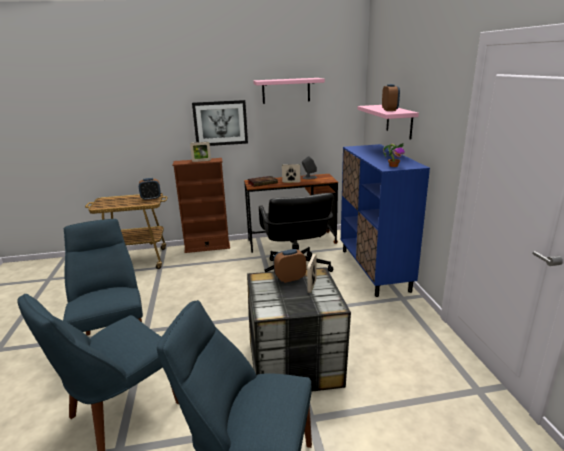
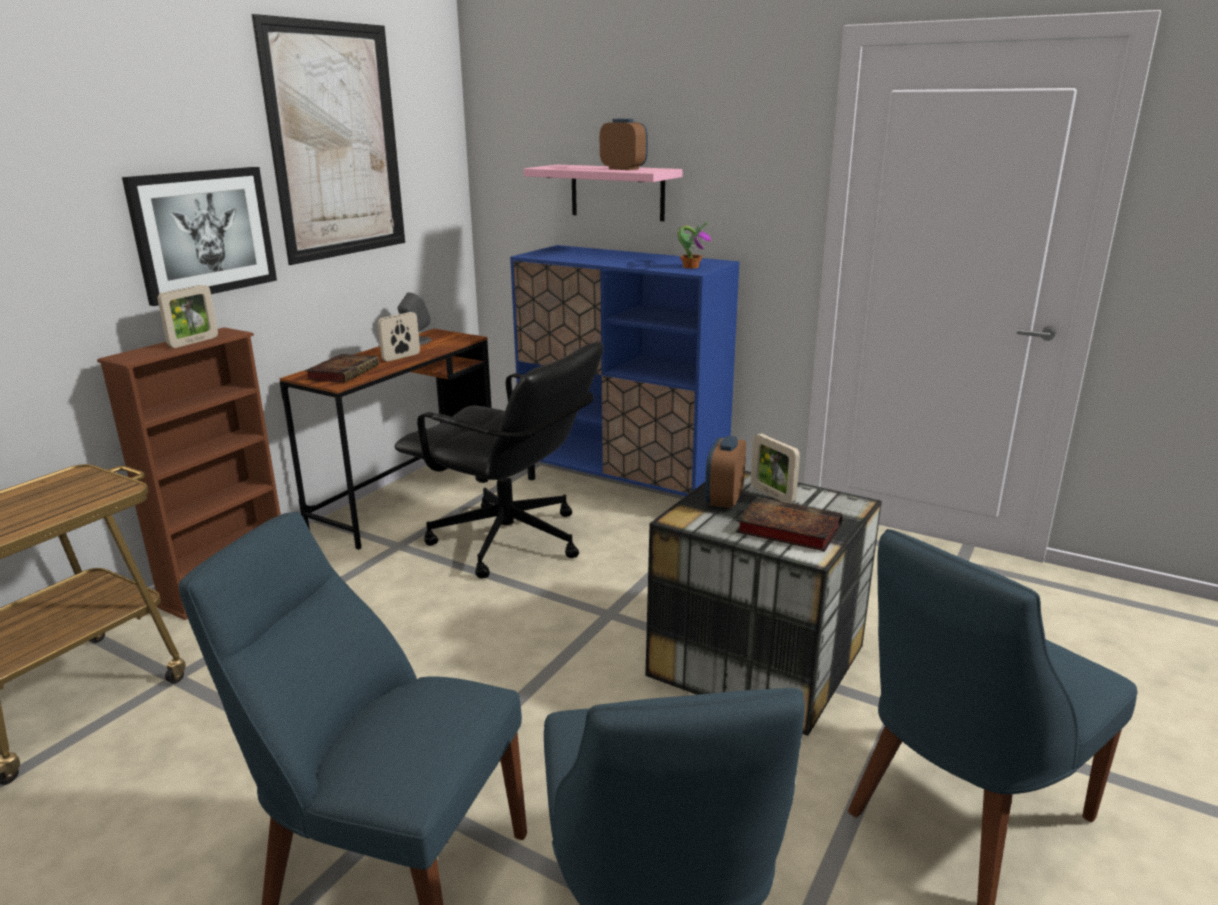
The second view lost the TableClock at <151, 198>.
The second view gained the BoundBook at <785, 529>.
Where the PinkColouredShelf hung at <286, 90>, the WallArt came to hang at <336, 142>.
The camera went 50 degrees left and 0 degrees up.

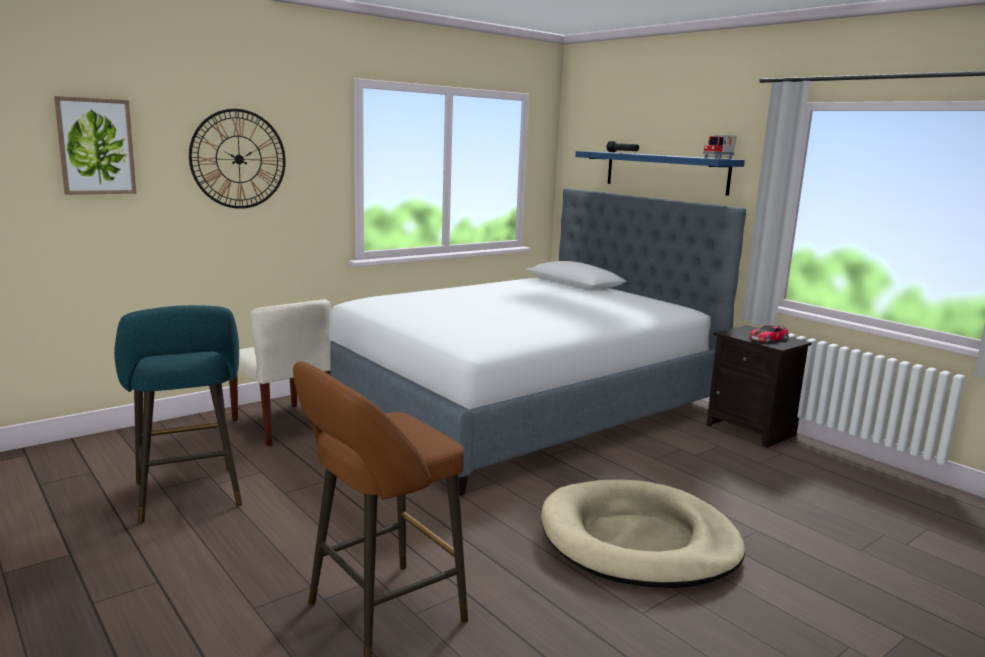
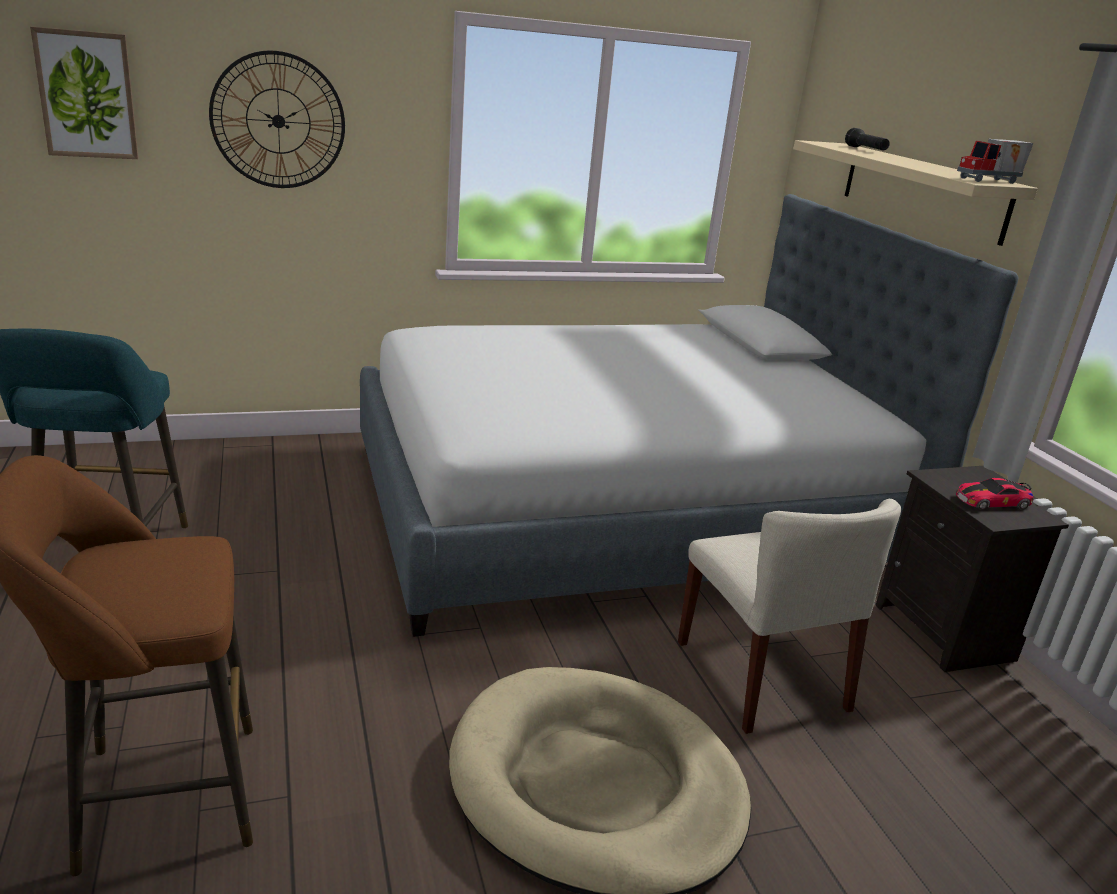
The BeigeColouredPlainChair ended up elsewhere, having gone from <283, 424> to <762, 676>.
What was the BlueColouredShelf at <665, 172> turned into the BeigeColouredShelf at <921, 190>.
The camera went 20 degrees right and 10 degrees up.

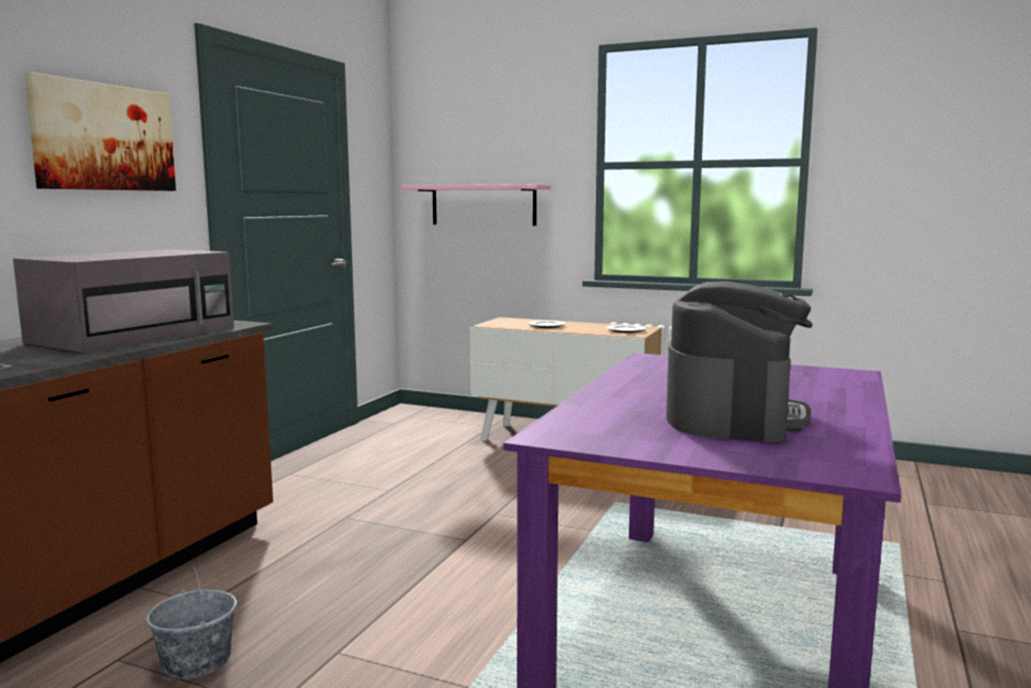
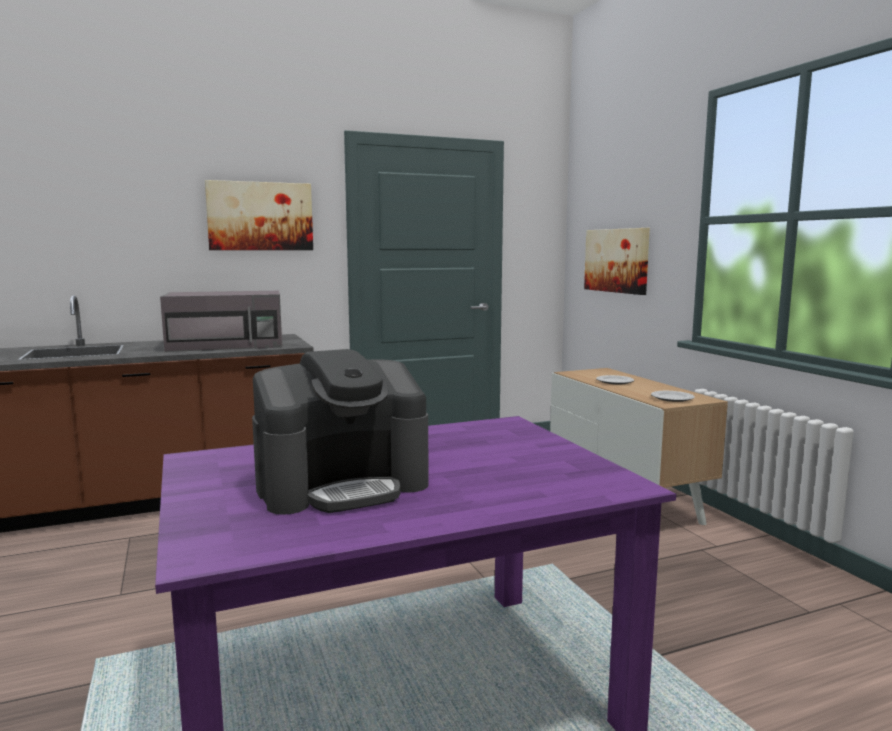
The second view lost the GreyBucket at <196, 661>.
Where the PinkColouredShelf hung at <483, 205>, the WallArt came to hang at <617, 260>.
The camera went 45 degrees right and 0 degrees up.

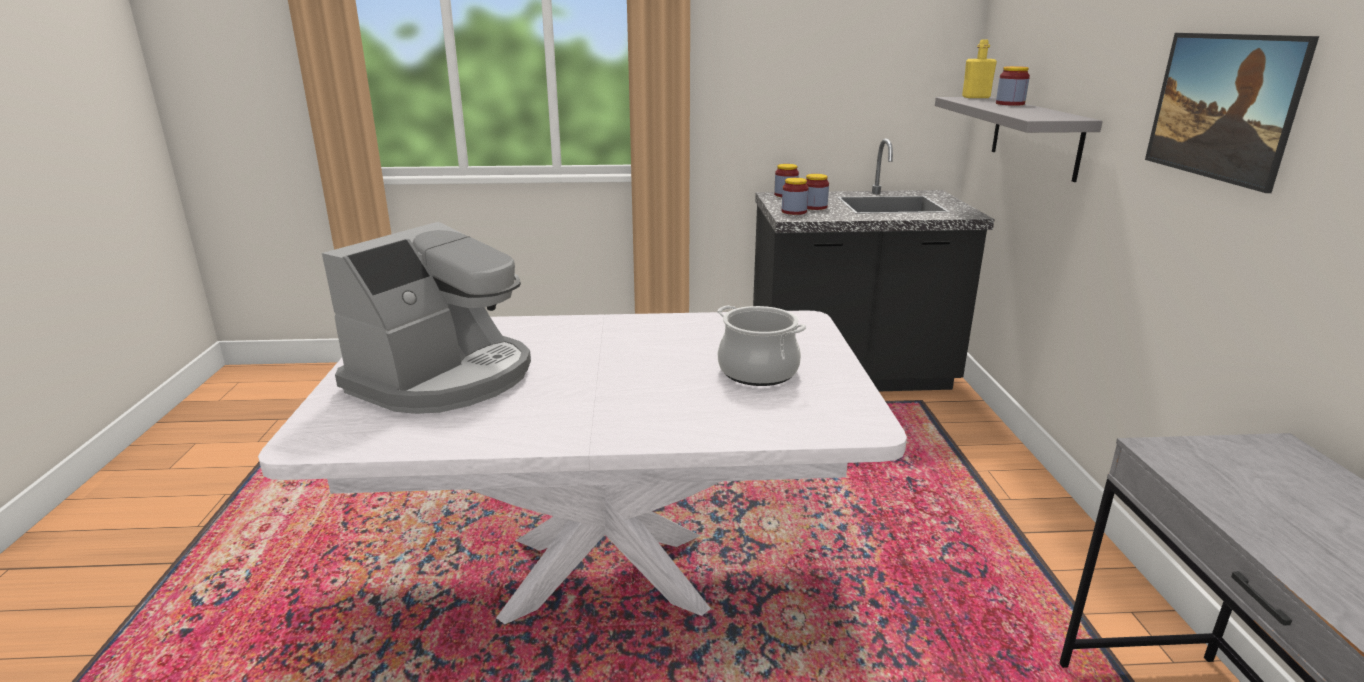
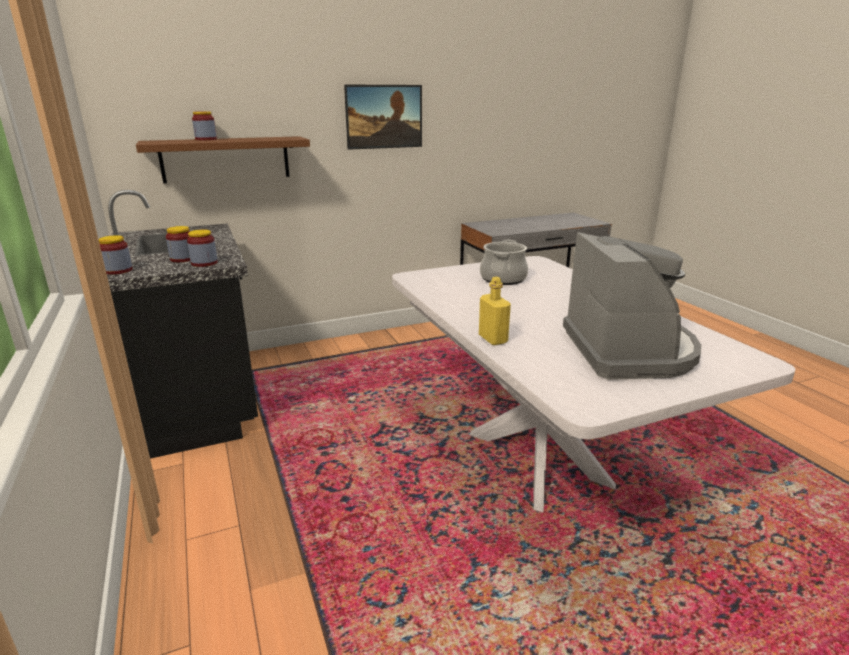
The YellowDrinkBottle ended up elsewhere, having gone from <976, 97> to <493, 339>.
What was the GreyShelf at <1035, 136> turned into the BrownShelf at <226, 159>.
The CoffeeMachine at <444, 377> ended up facing another way, 75 degrees clockwise from before.
The camera went 110 degrees left and 0 degrees up.

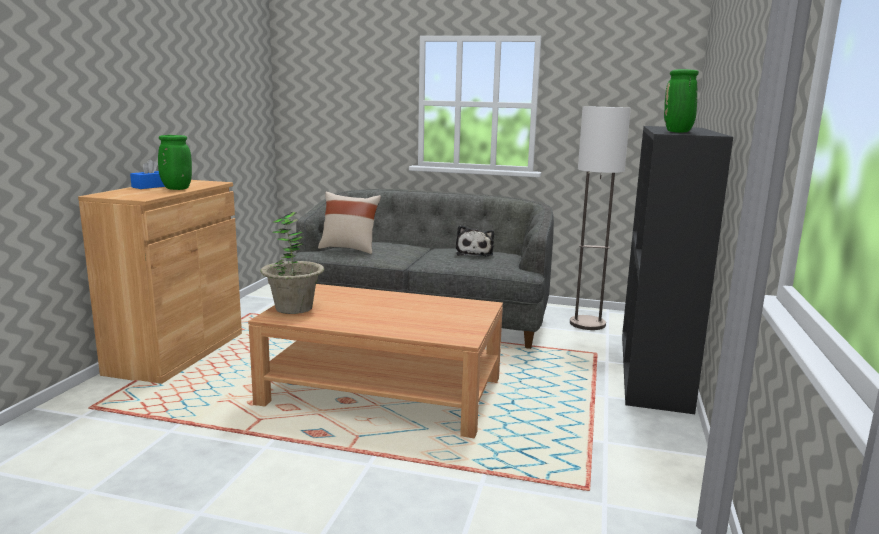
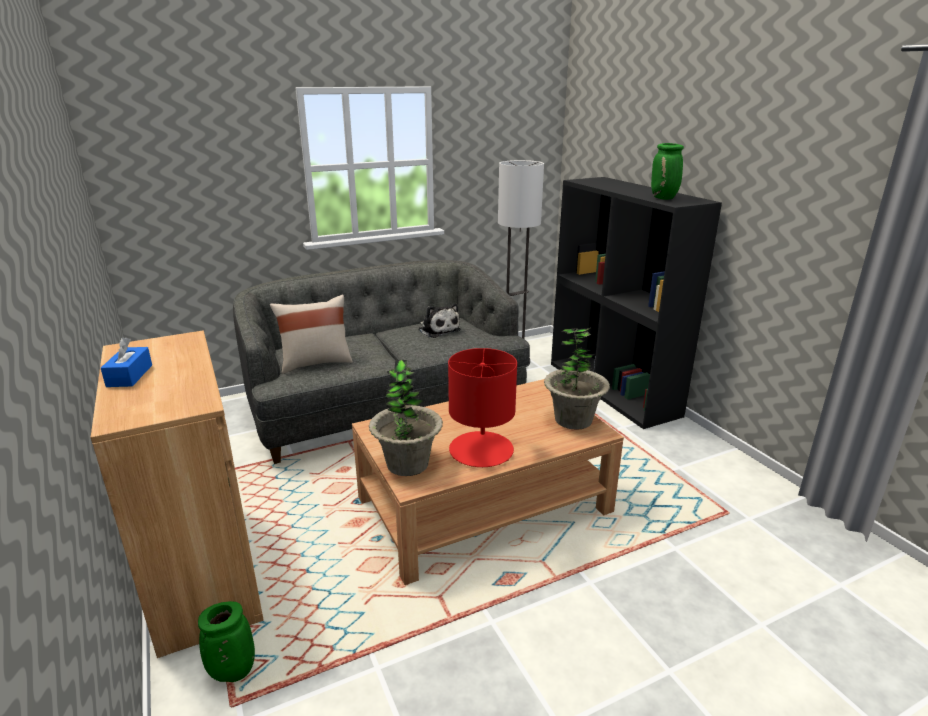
The second view gained the ReddishTabletopLamp at <481, 450>.
The second view gained the PottedPlant at <573, 420>.
The GreenishDecorativeVase ended up elsewhere, having gone from <176, 189> to <232, 673>.
The camera went 40 degrees left and 10 degrees up.

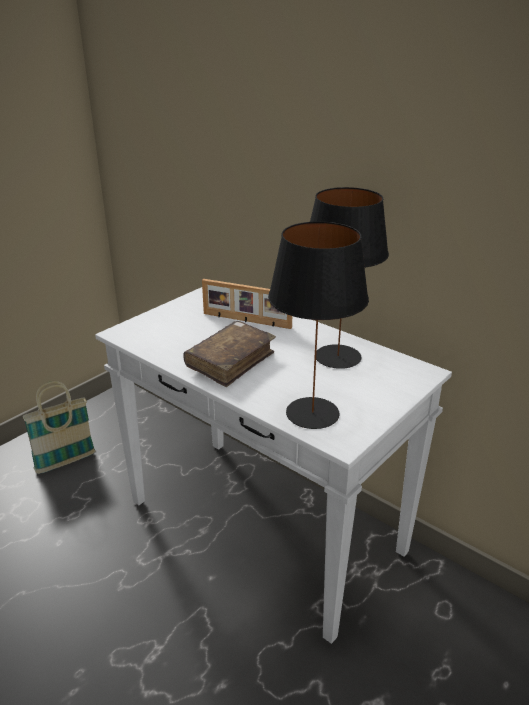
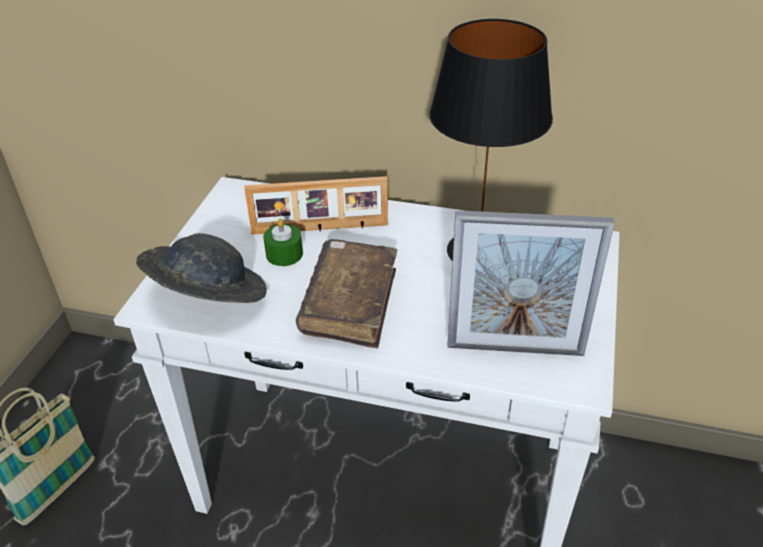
The second view gained the GreyWearableHat at <207, 297>.
The second view gained the GreenishWaxLight at <284, 254>.
Where the BlackTabletopLamp stood at <313, 413>, the PhotoFrame came to stand at <515, 349>.
The camera went 25 degrees left and 10 degrees up.

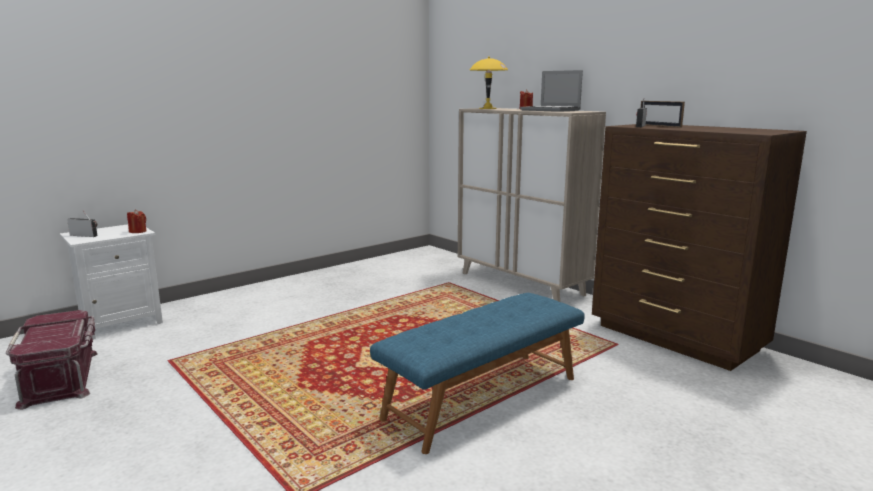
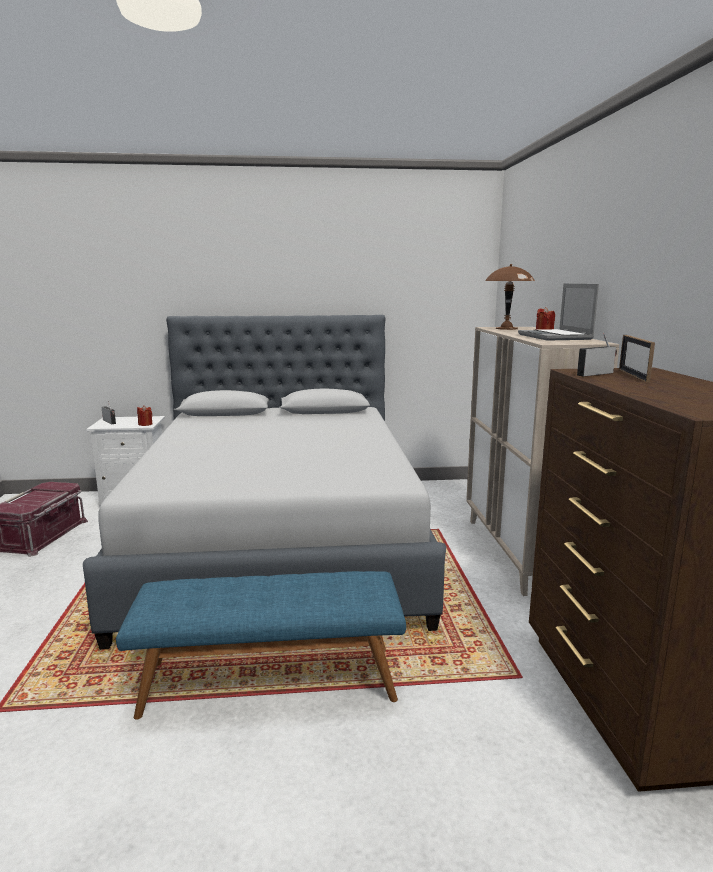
The second view gained the GreySleepingBed at <280, 543>.
What was the YellowTabletopLamp at <487, 108> turned into the BrownTabletopLamp at <506, 328>.
The camera went 35 degrees right and 0 degrees up.

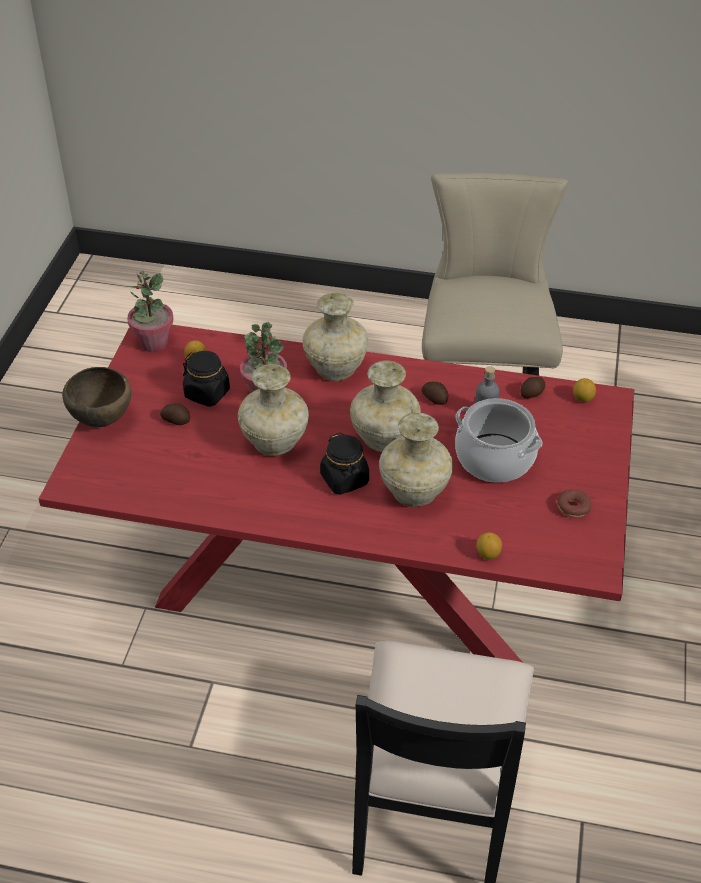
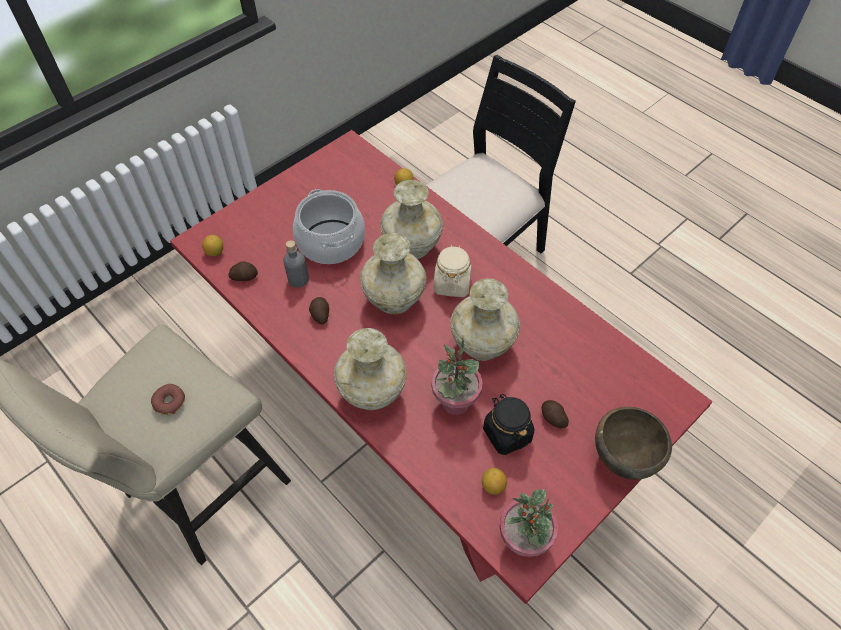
The RingDoughnut ended up elsewhere, having gone from <573, 507> to <170, 402>.
What was the BlackJar at <344, 479> turned into the BeigeColouredJar at <452, 283>.
The camera went 145 degrees left and 10 degrees up.

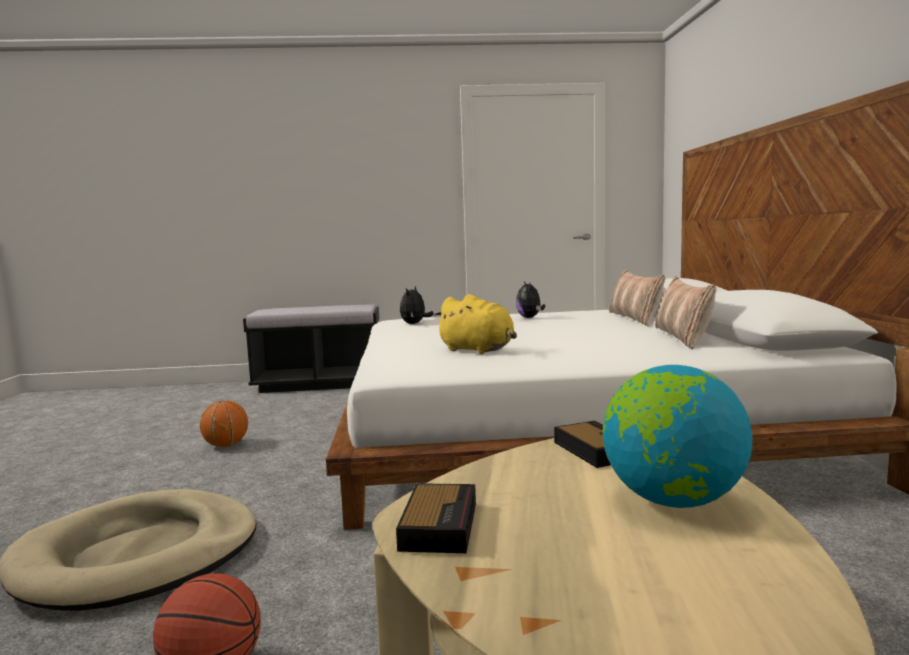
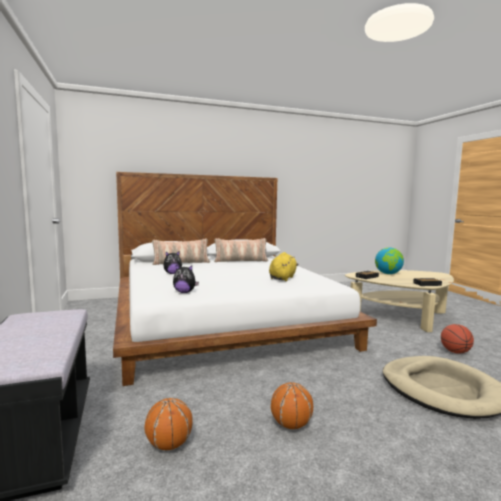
The second view gained the BasketballBall at <169, 445>.
The camera went 105 degrees left and 0 degrees up.

